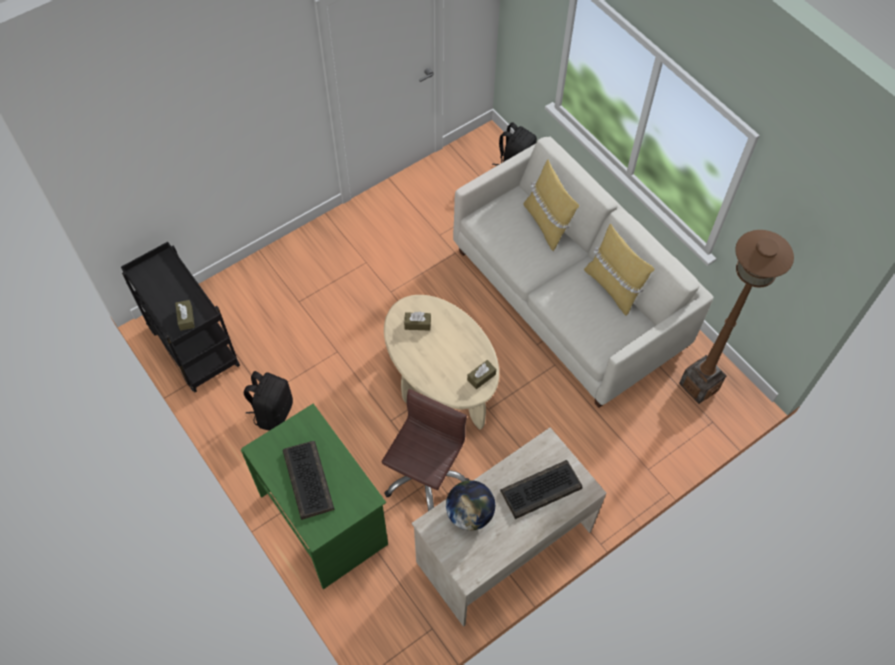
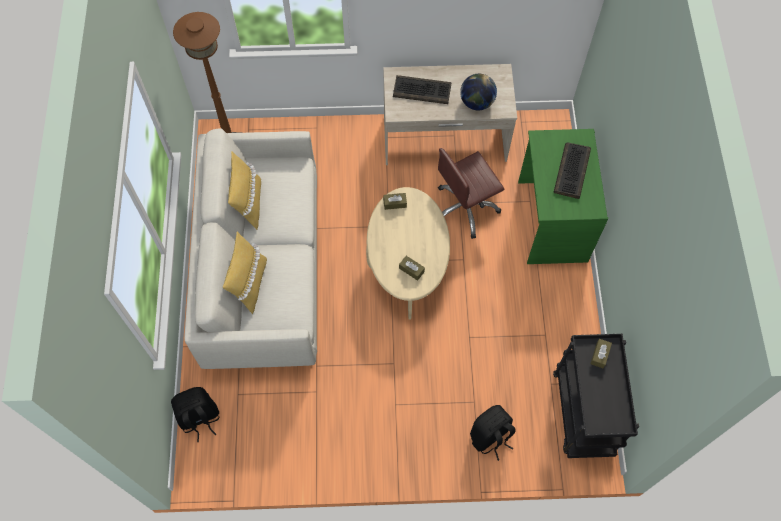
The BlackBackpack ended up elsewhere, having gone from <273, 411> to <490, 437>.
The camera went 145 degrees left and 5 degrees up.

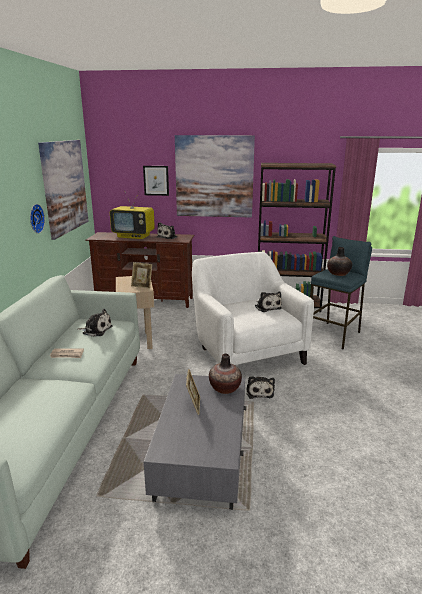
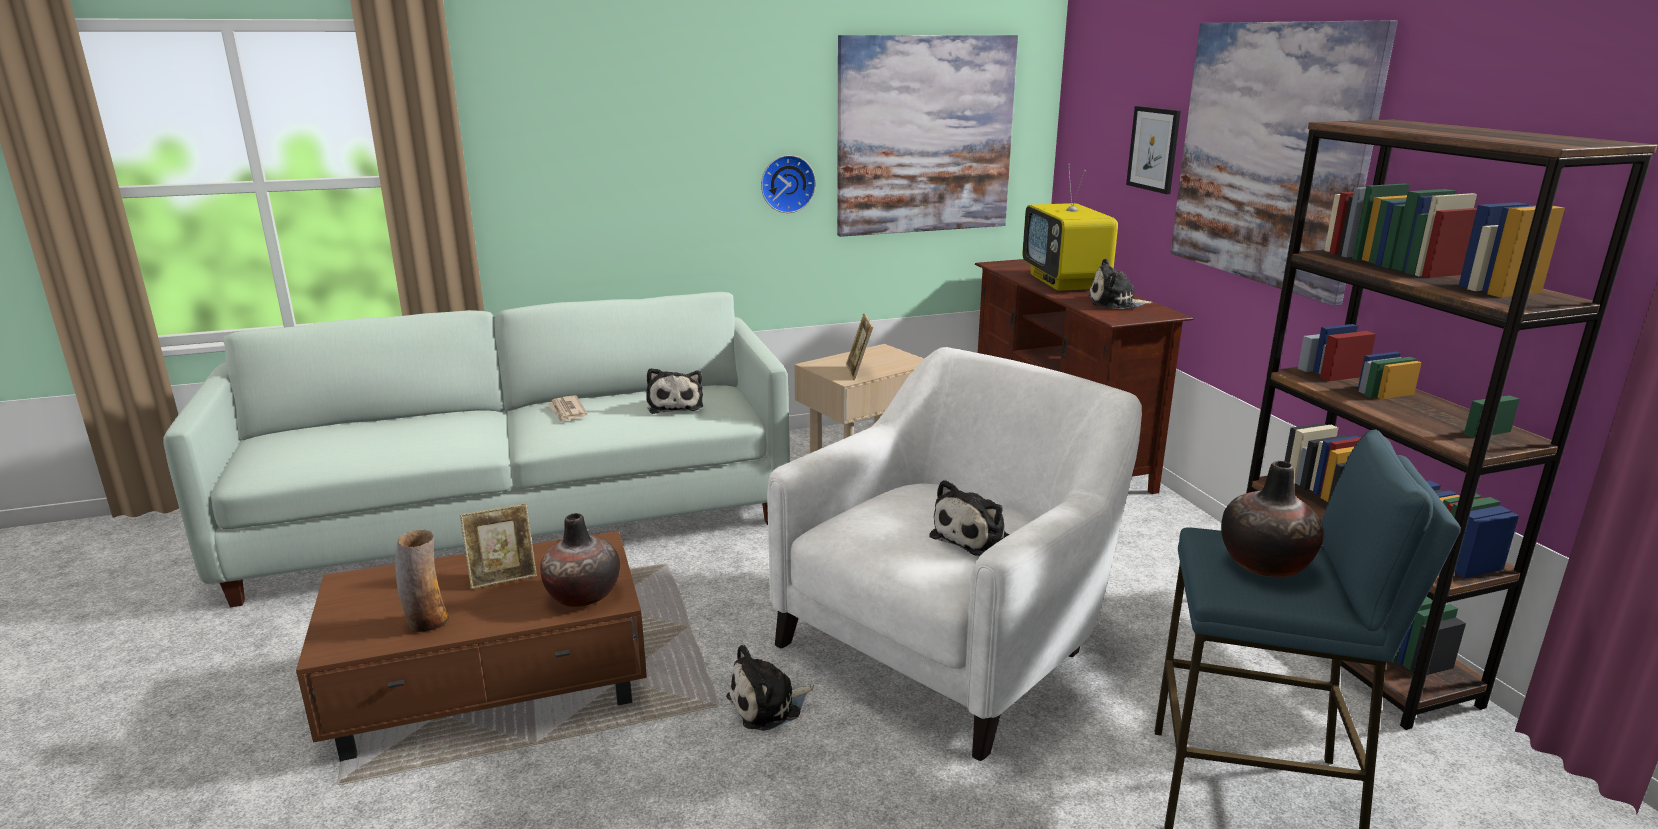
The second view gained the DecorativeVase at <427, 622>.
What was the GreyLowTable at <202, 455> turned into the BrownLowTable at <494, 684>.
The camera went 65 degrees right and 0 degrees up.

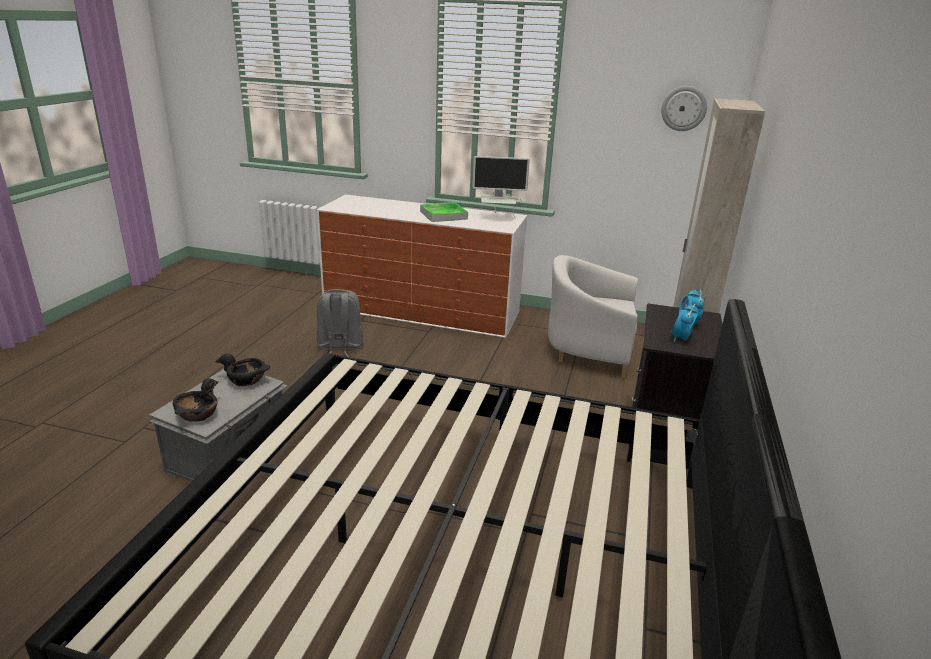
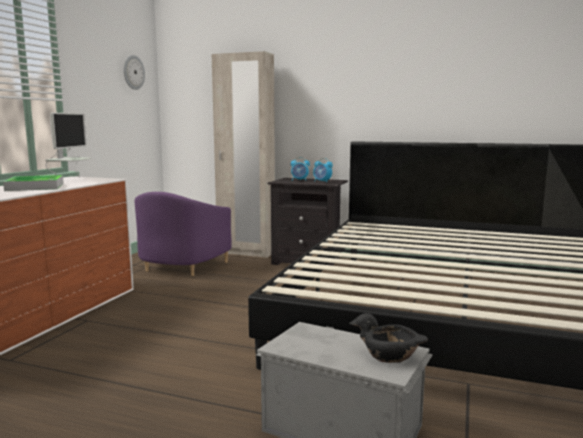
The second view lost the BlackDeepDish at <247, 380>.
The second view lost the GreyBackpack at <339, 346>.
What was the WhiteColouredLoungeChair at <590, 352> turned into the PurpleColouredLoungeChair at <181, 267>.
The camera went 85 degrees left and 15 degrees down.

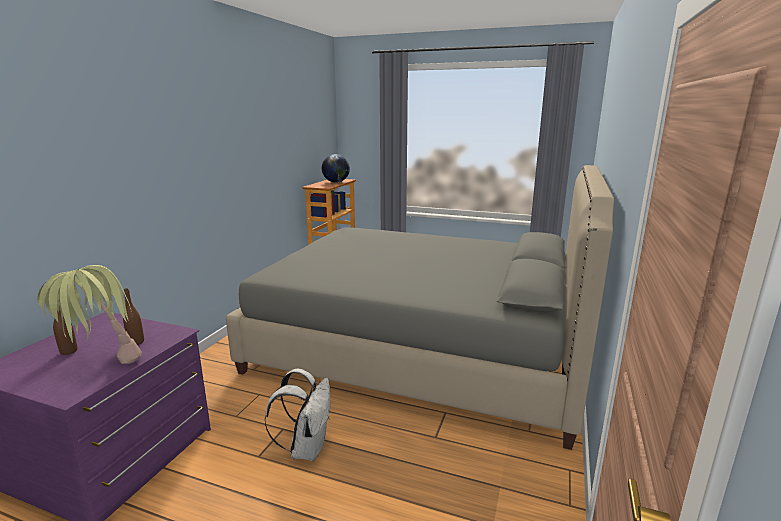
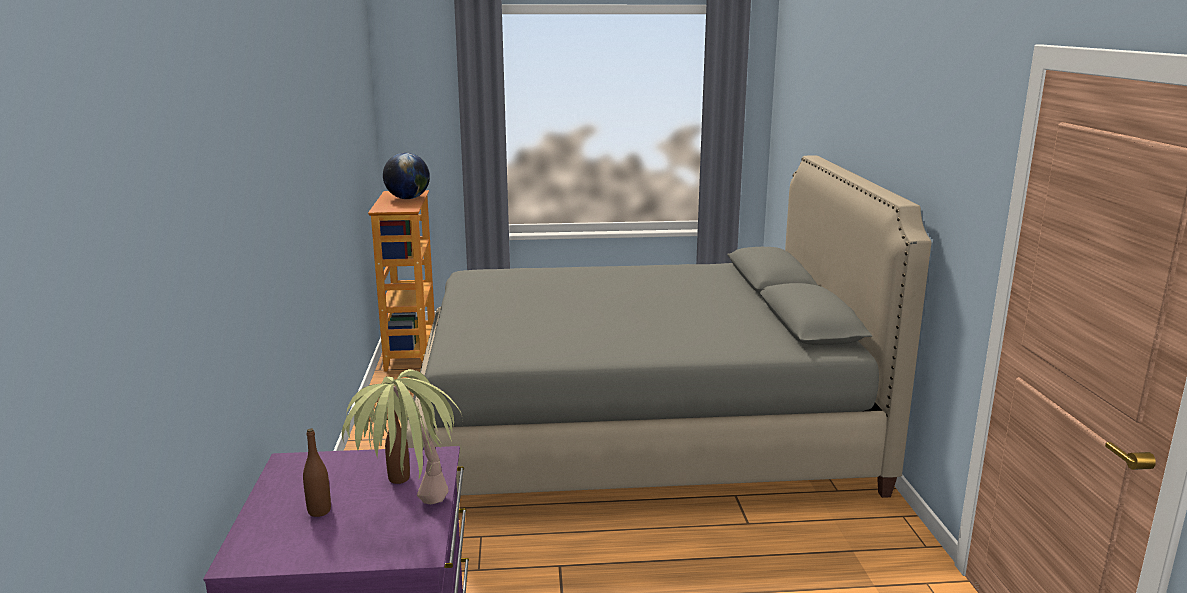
The second view lost the WhiteColouredBackpack at <307, 448>.
The camera went 25 degrees left and 0 degrees up.

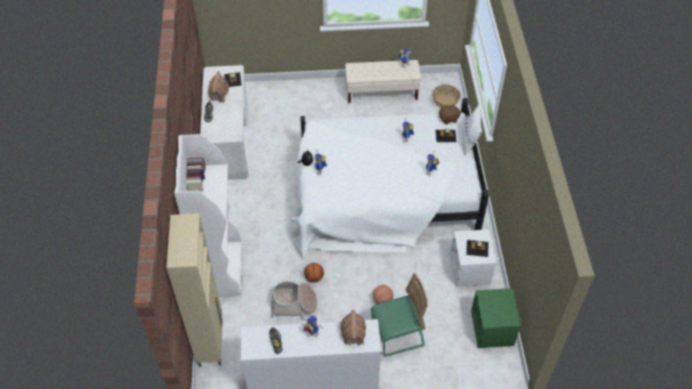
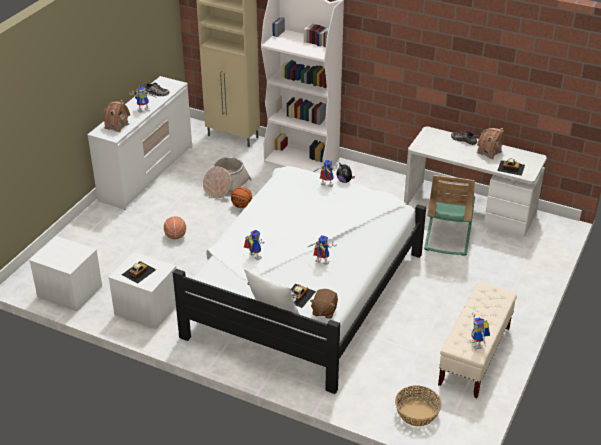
The GreenishPlainChair ended up elsewhere, having gone from <397, 335> to <447, 238>.
What was the GreenishNightstand at <492, 329> turned into the WhiteColouredNightstand at <69, 292>.
The camera went 120 degrees right and 15 degrees down.

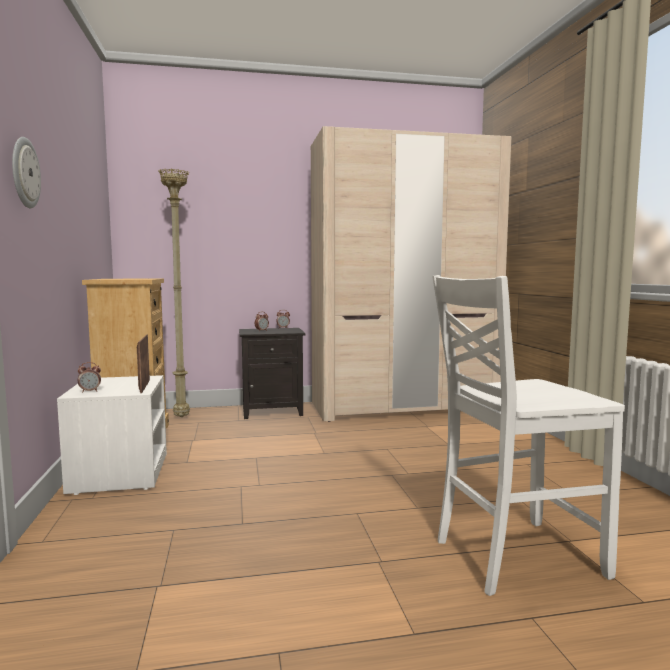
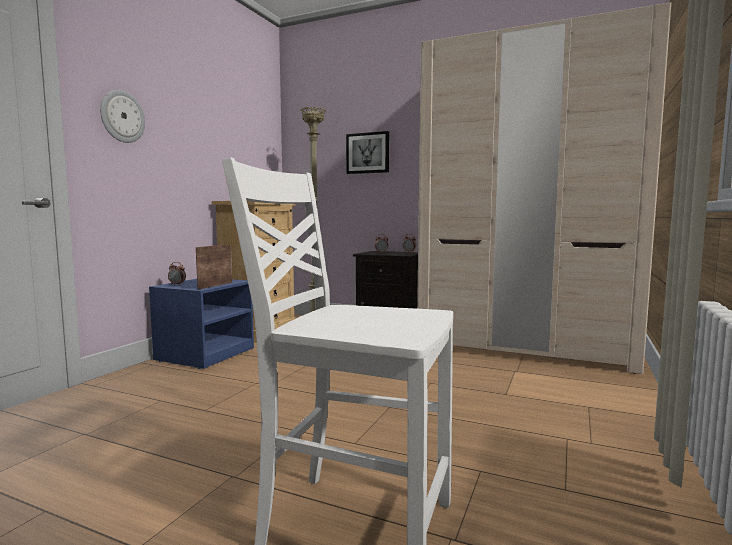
The second view gained the WallArt at <368, 153>.
What was the WhiteColouredNightstand at <119, 473> turned into the BlueColouredNightstand at <205, 354>.
The camera went 35 degrees right and 0 degrees up.

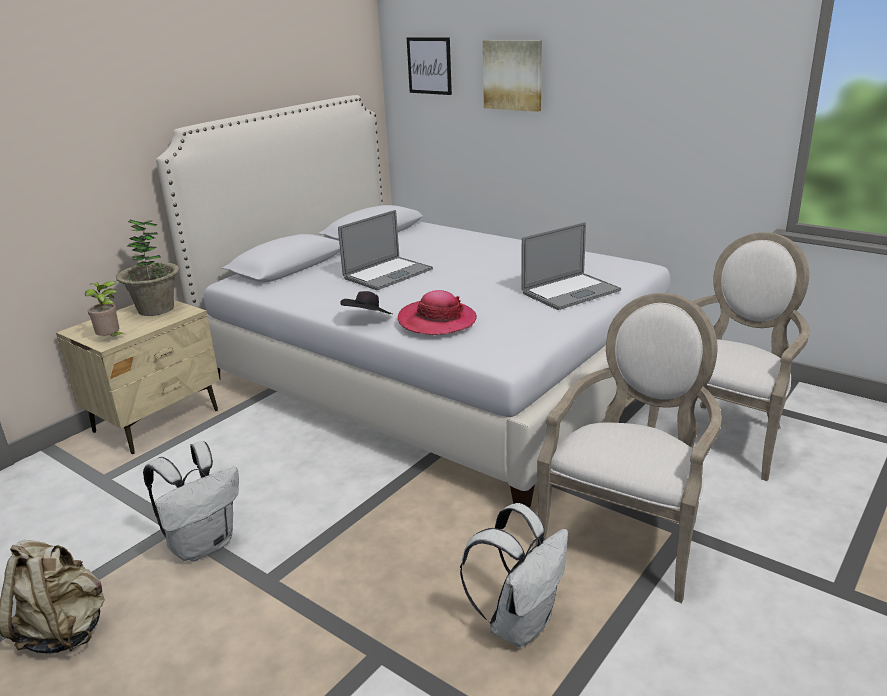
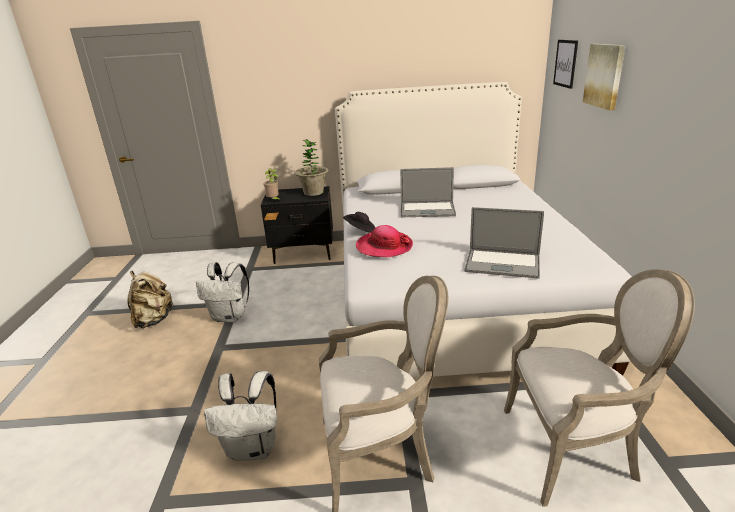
What was the BeigeColouredNightstand at <157, 420> turned into the BlackNightstand at <304, 253>.
The camera went 50 degrees right and 0 degrees up.

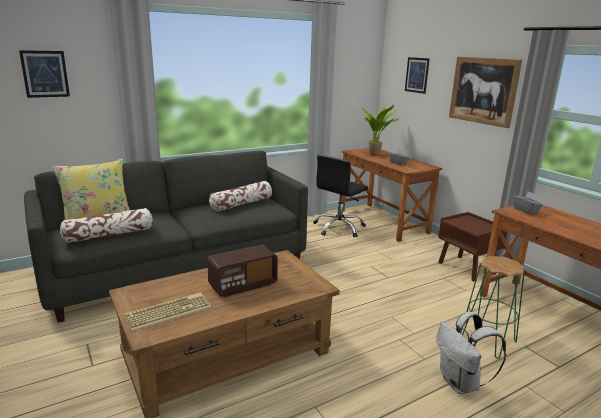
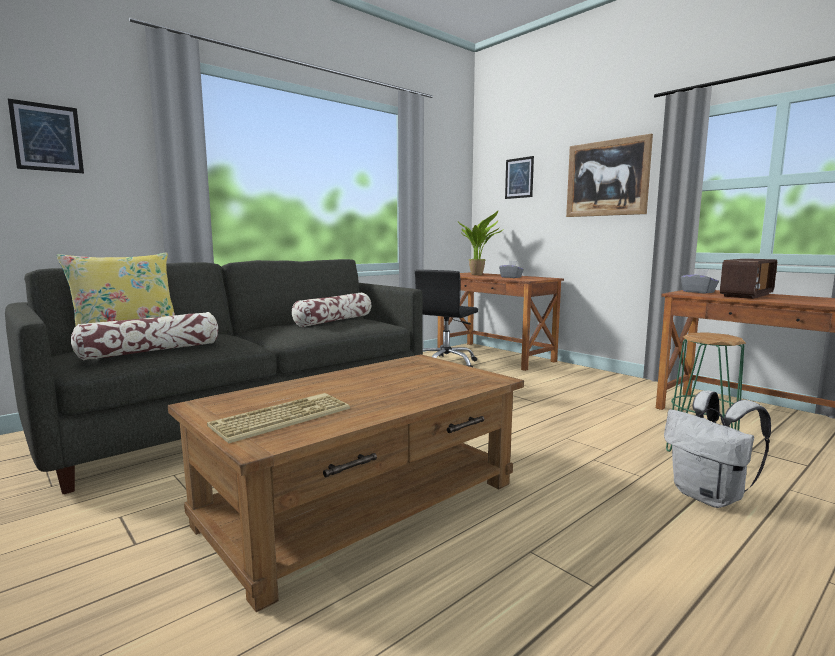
The second view lost the BrownNightstand at <466, 268>.
The RadioSet ended up elsewhere, having gone from <243, 285> to <746, 295>.
The camera went 10 degrees left and 10 degrees down.

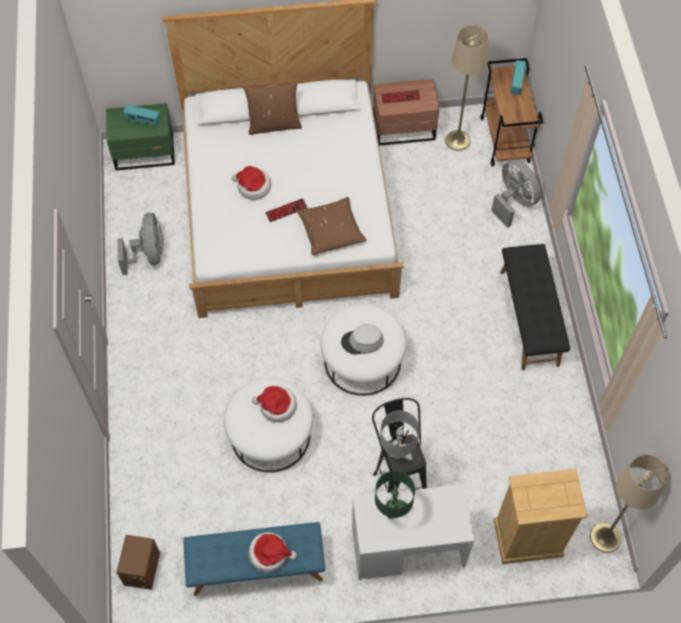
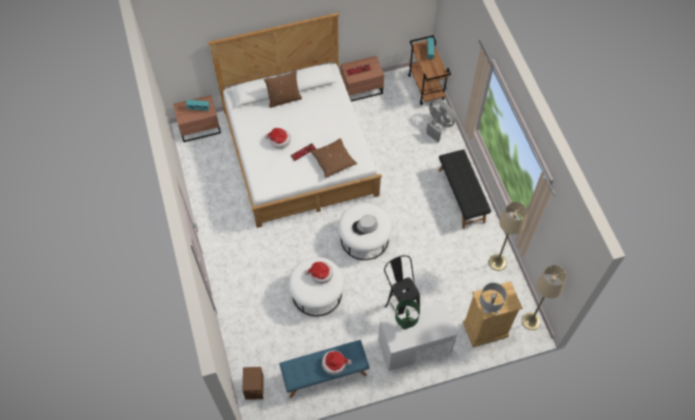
The second view lost the GreyCoolingFan at <149, 255>.
The GreyTabletopLamp ended up elsewhere, having gone from <397, 452> to <488, 309>.
The BeigeColouredStandardLamp ended up elsewhere, having gone from <457, 140> to <497, 262>.
What was the GreenishNightstand at <145, 153> turned into the BrownNightstand at <200, 128>.
The camera went 10 degrees left and 0 degrees up.

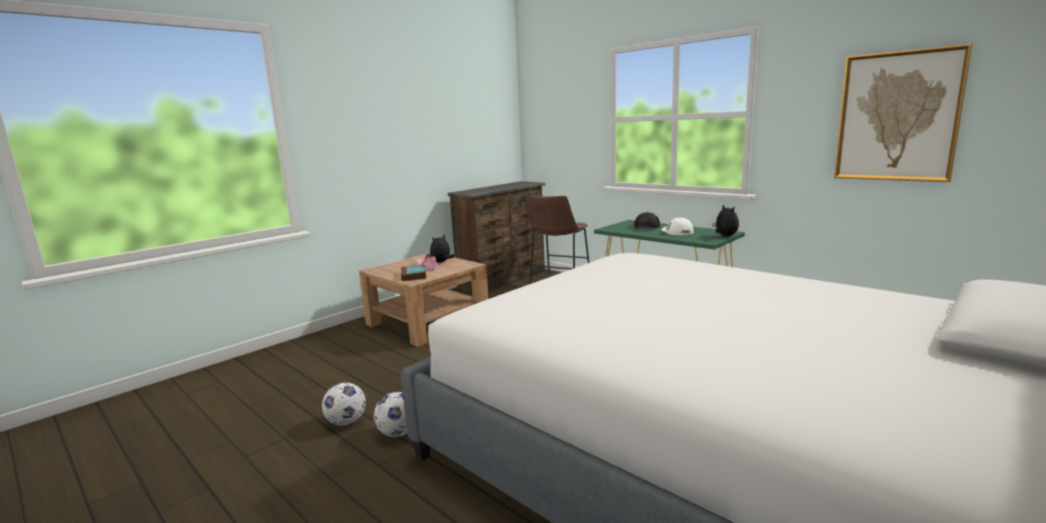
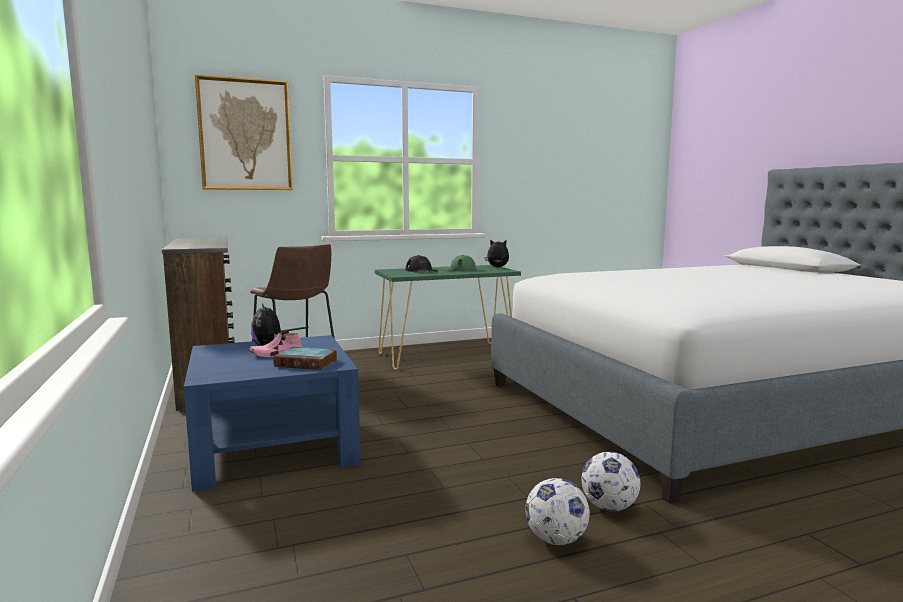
The WallArt ended up elsewhere, having gone from <897, 117> to <245, 135>.
What was the BrownLowTable at <427, 321> turned into the BlueColouredLowTable at <274, 446>.
What was the WhiteColouredCap at <677, 231> turned into the GreenishCap at <457, 269>.
The camera went 65 degrees left and 5 degrees down.

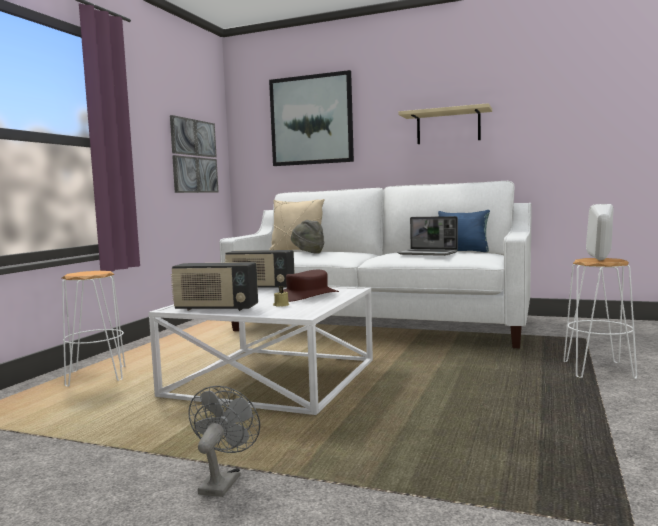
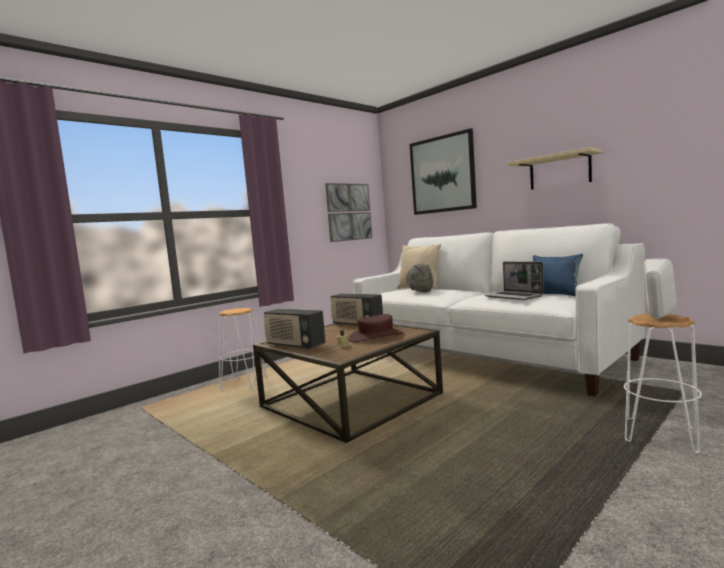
The second view lost the GreyCoolingFan at <222, 481>.
What was the WhiteColouredLowTable at <273, 377> turned into the BrownLowTable at <351, 400>.
The camera went 25 degrees right and 0 degrees up.

